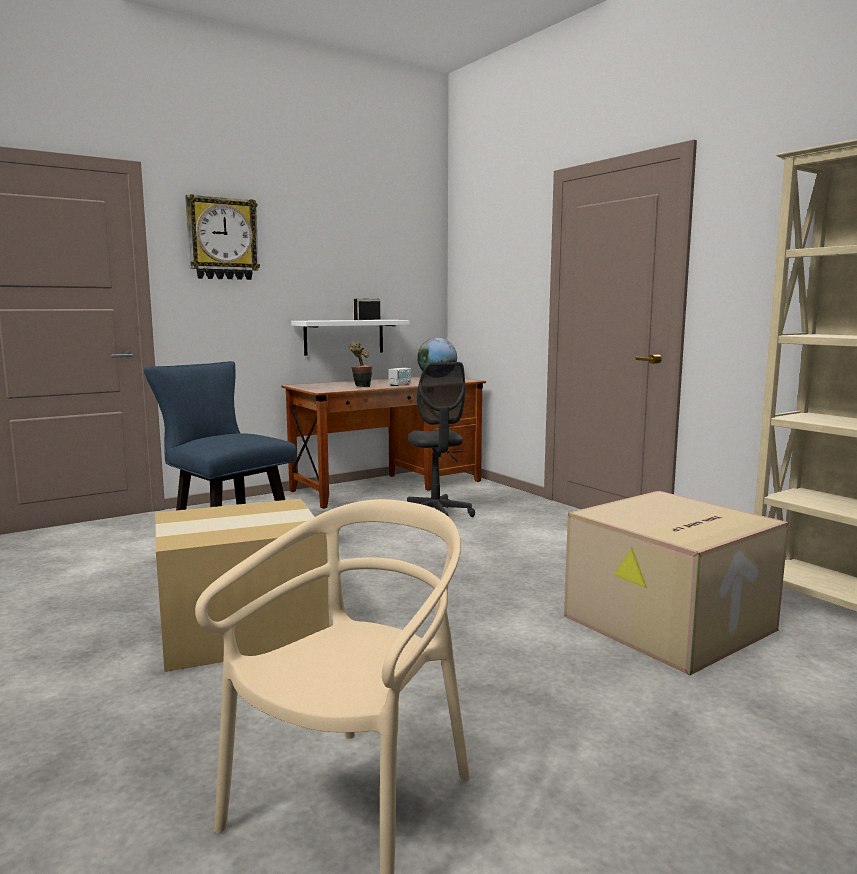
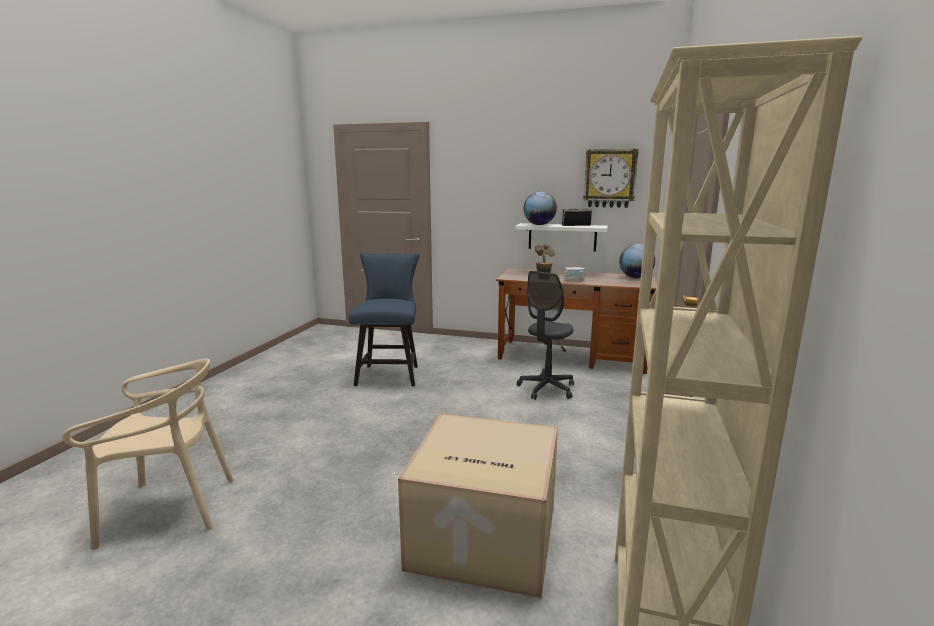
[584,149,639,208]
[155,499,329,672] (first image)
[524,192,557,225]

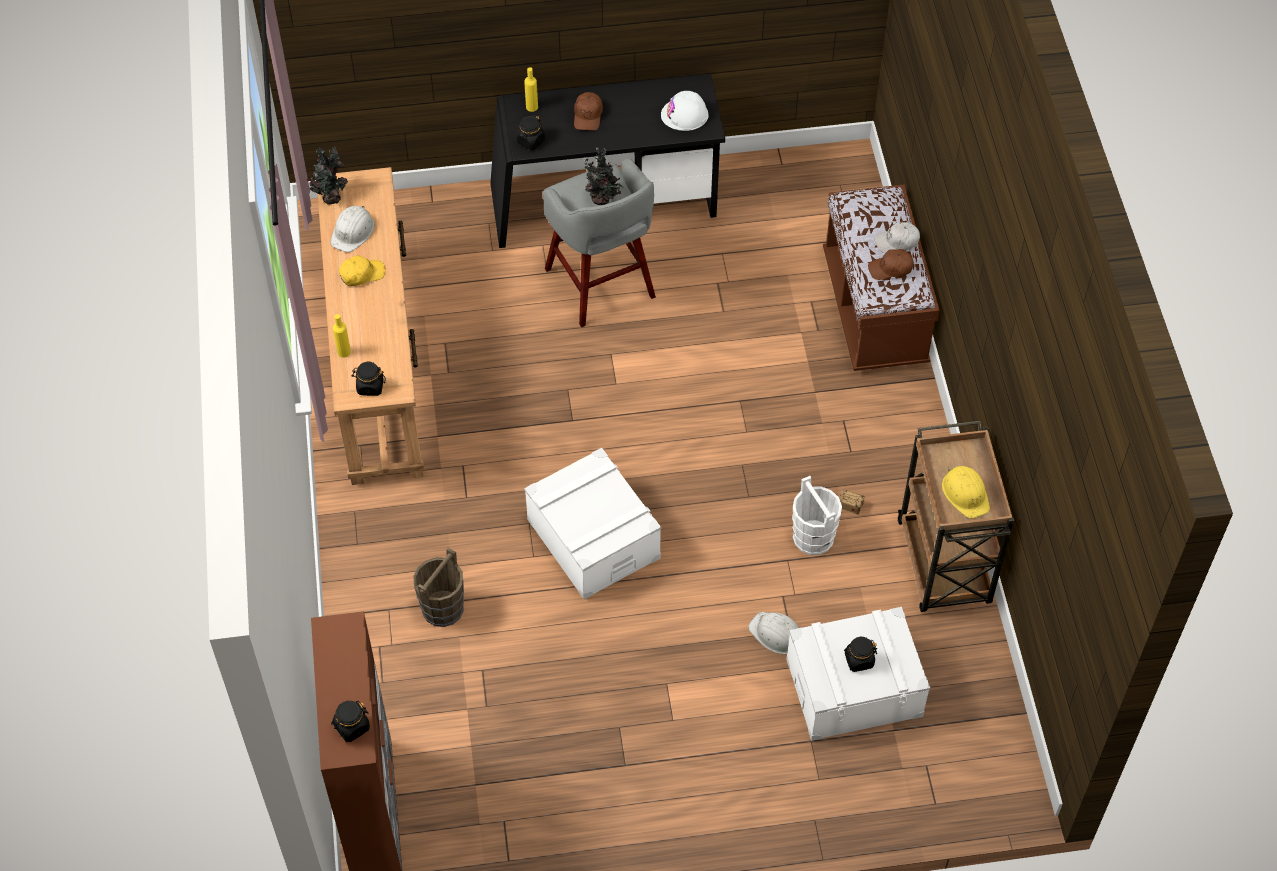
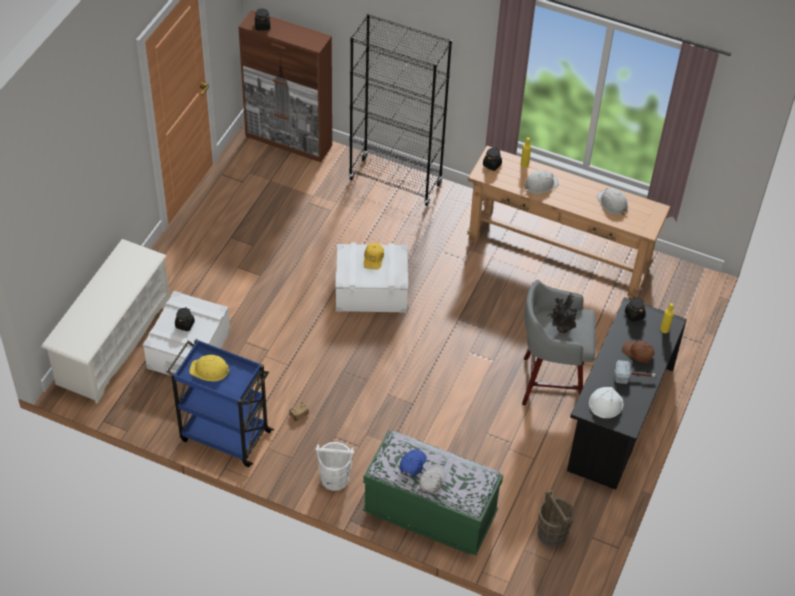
[307,147,348,204] (first image)
[363,431,503,556]
[400,449,426,477]
[364,243,384,270]
[167,339,274,467]
[316,442,354,491]
[537,490,574,547]
[524,170,559,194]
[349,13,452,206]
[41,239,170,404]
[614,360,656,384]

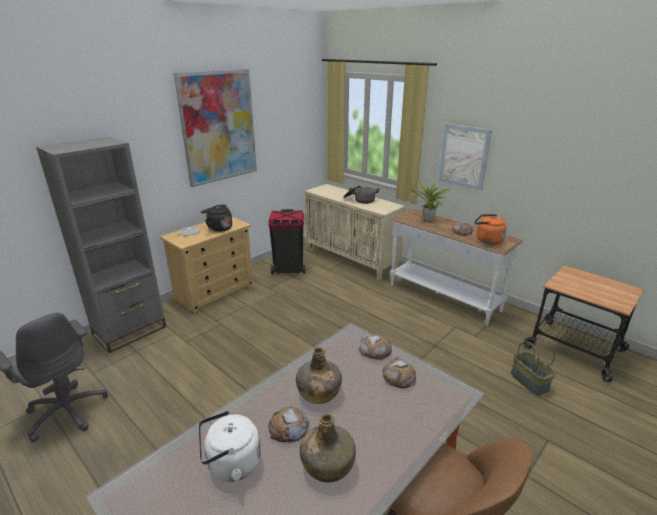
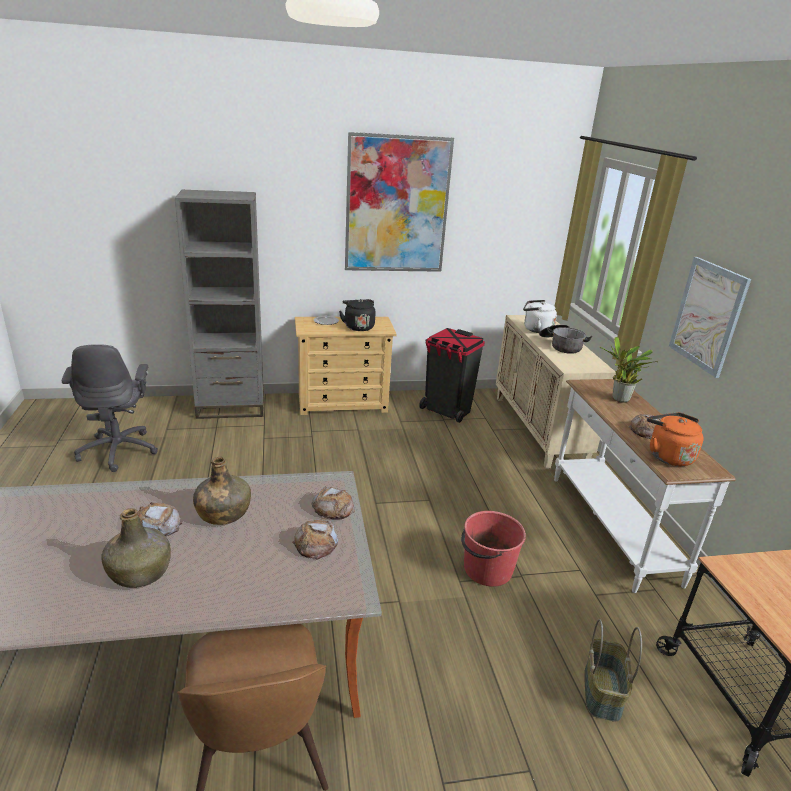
[523,300,557,333]
[461,511,526,587]

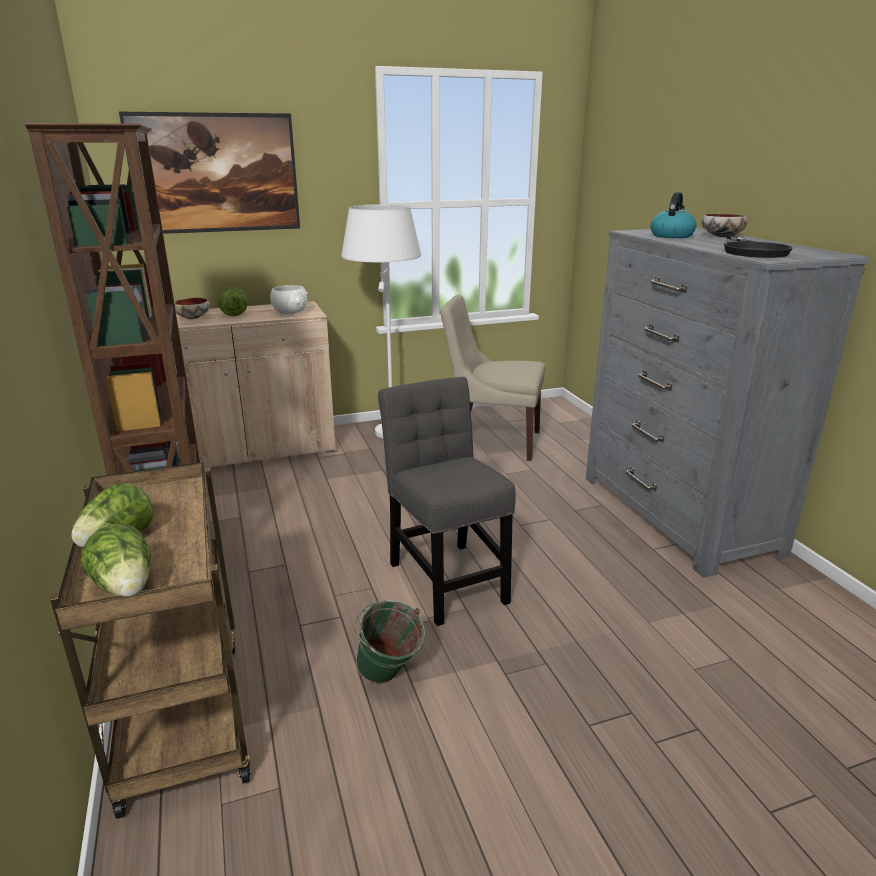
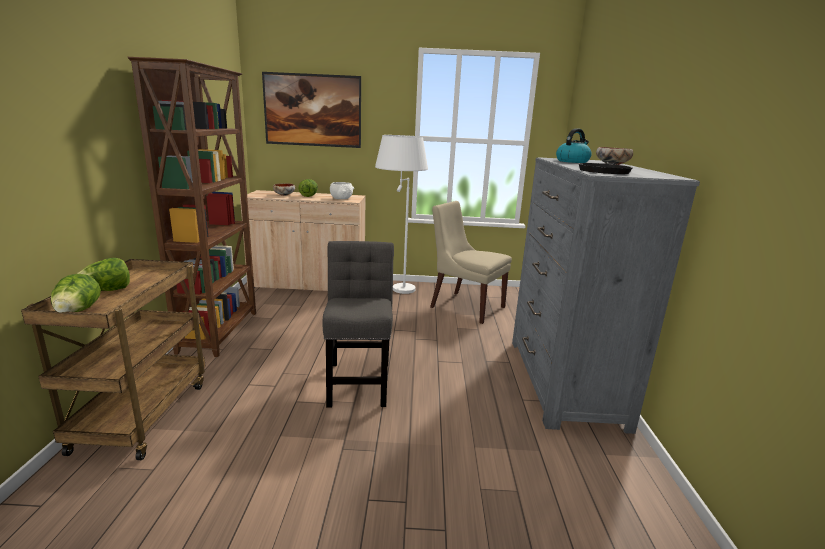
[355,600,425,684] (first image)

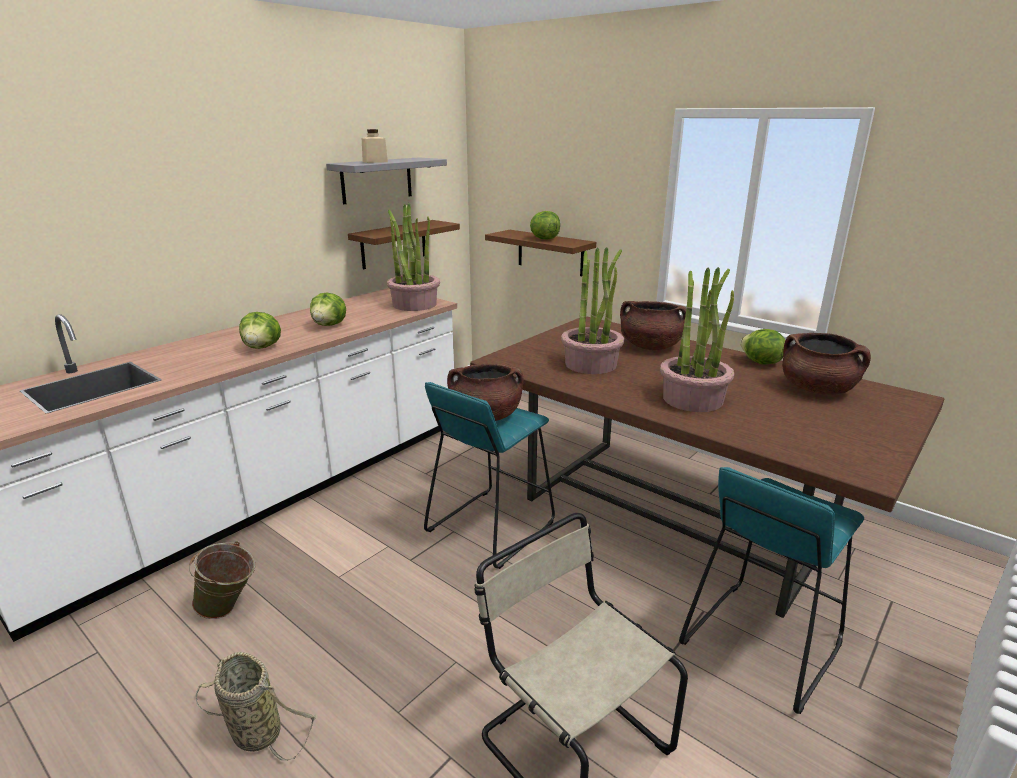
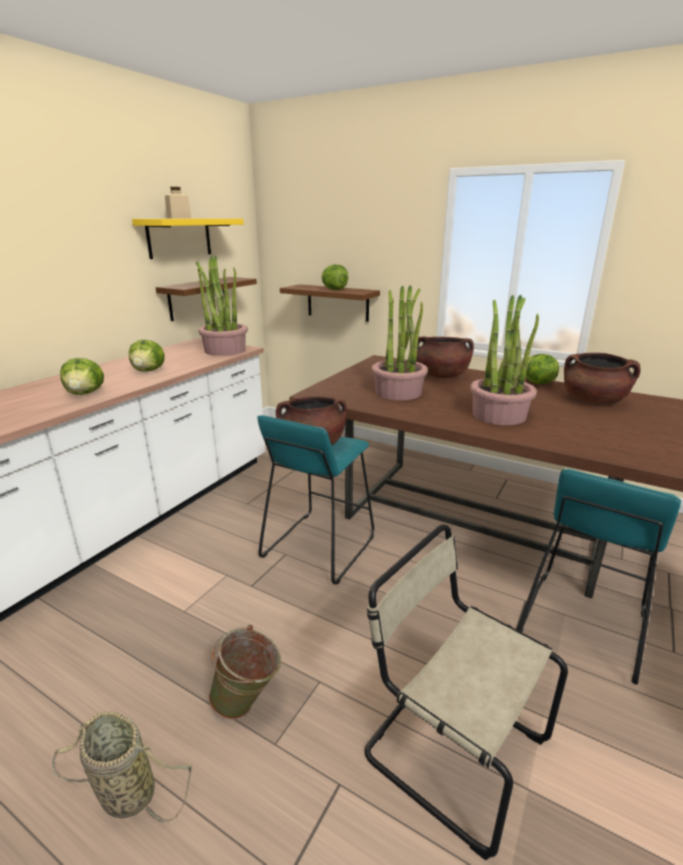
[132,219,244,259]
[208,625,281,720]

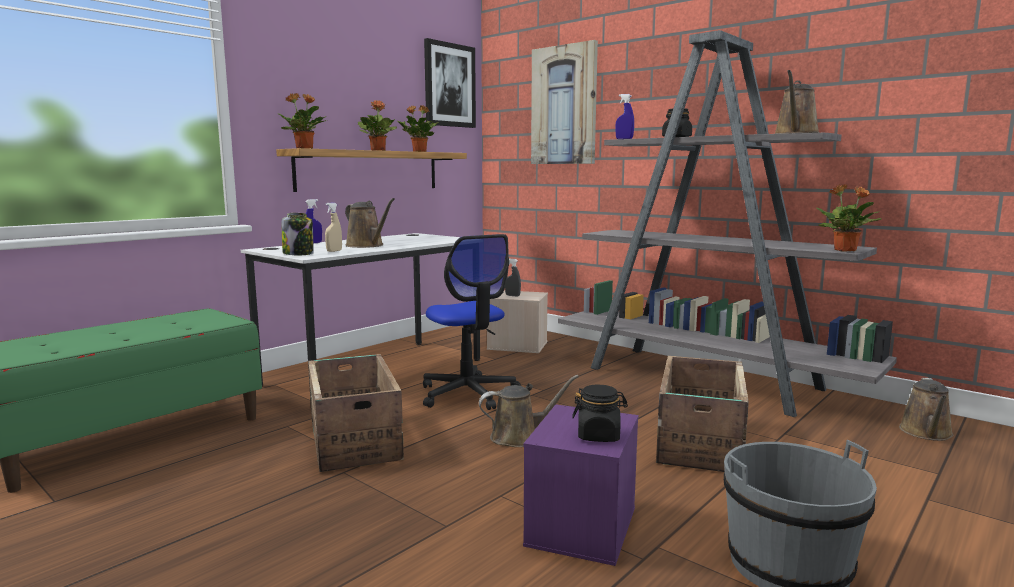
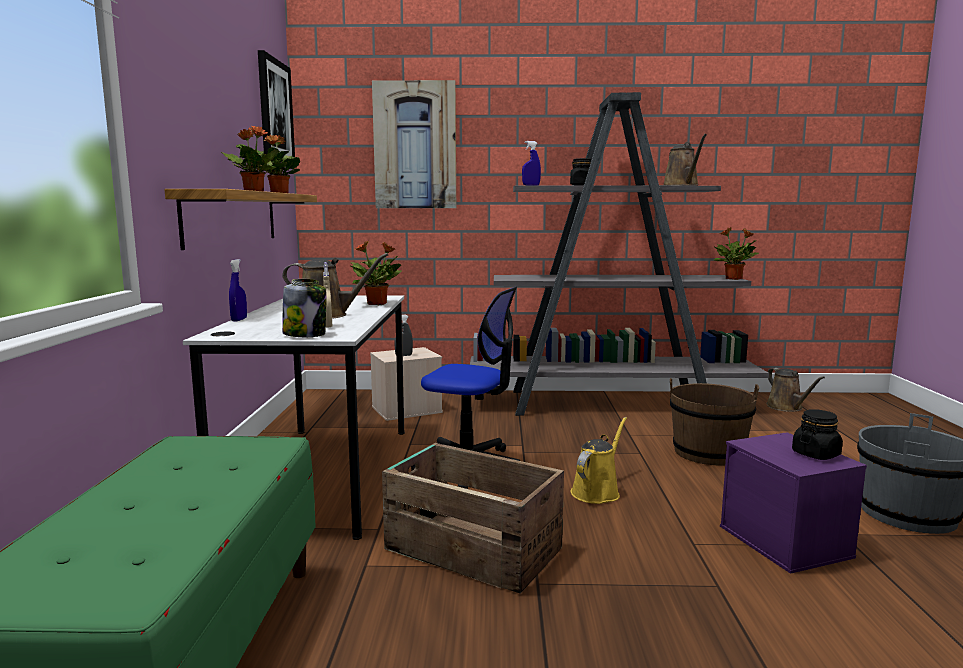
[350,241,402,305]
[670,378,759,466]
[571,417,627,504]

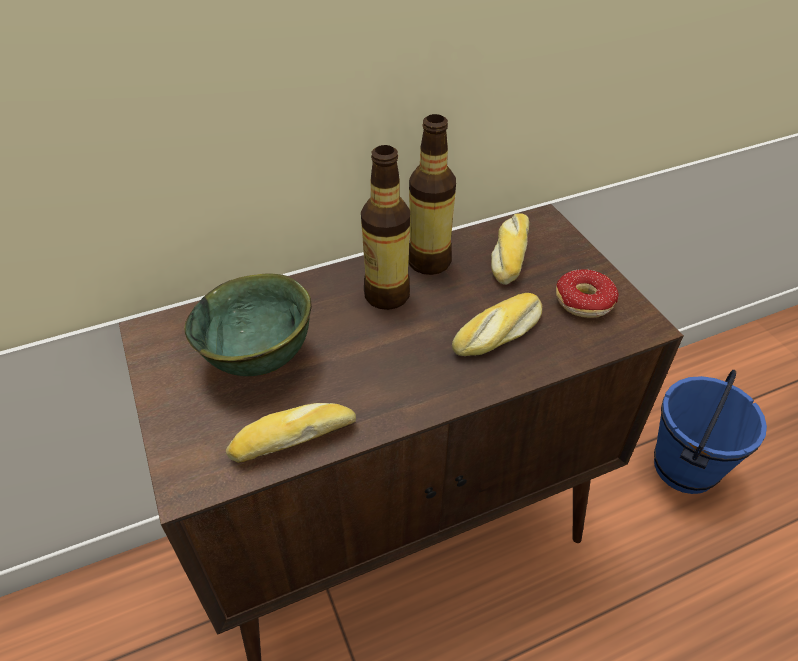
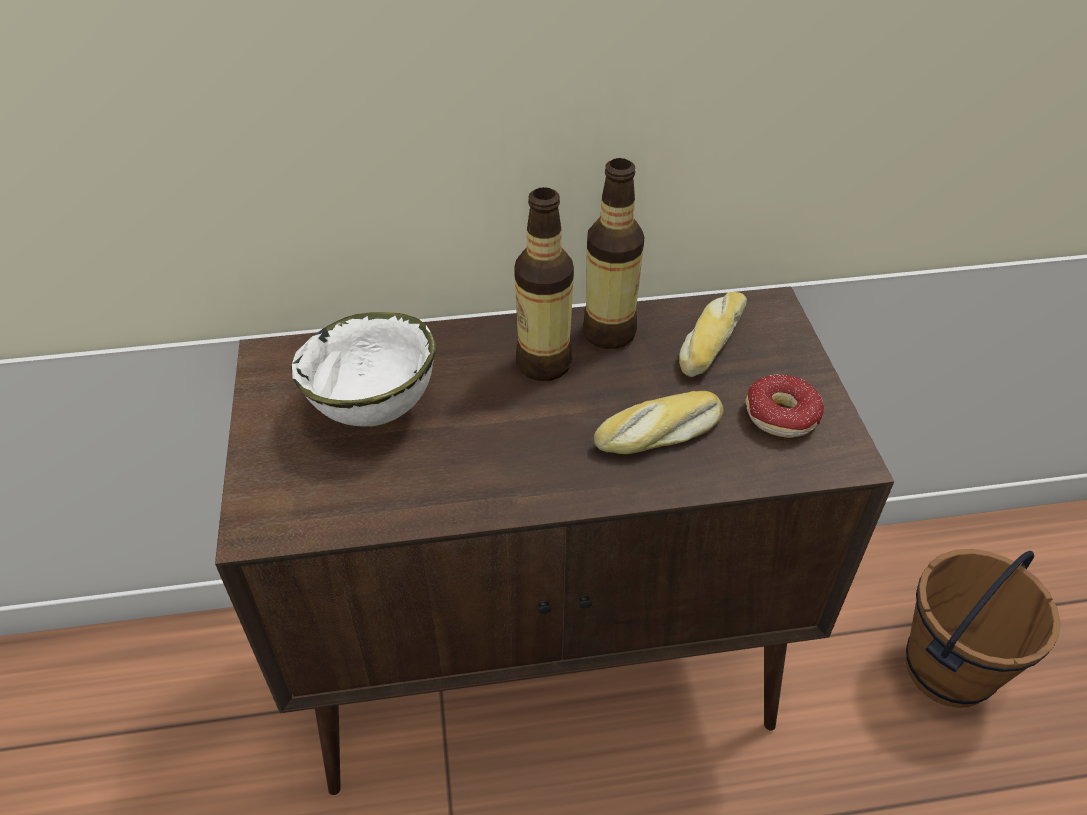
[291,312,436,428]
[906,549,1061,708]
[226,403,356,463] (first image)

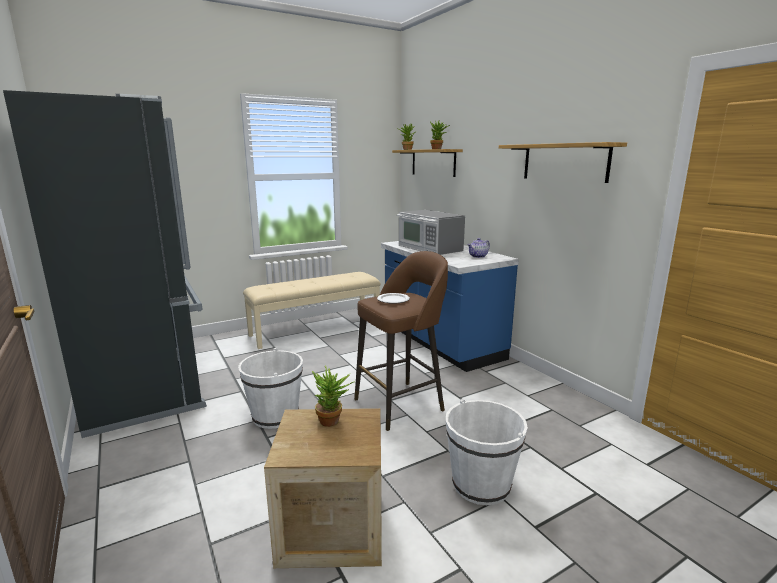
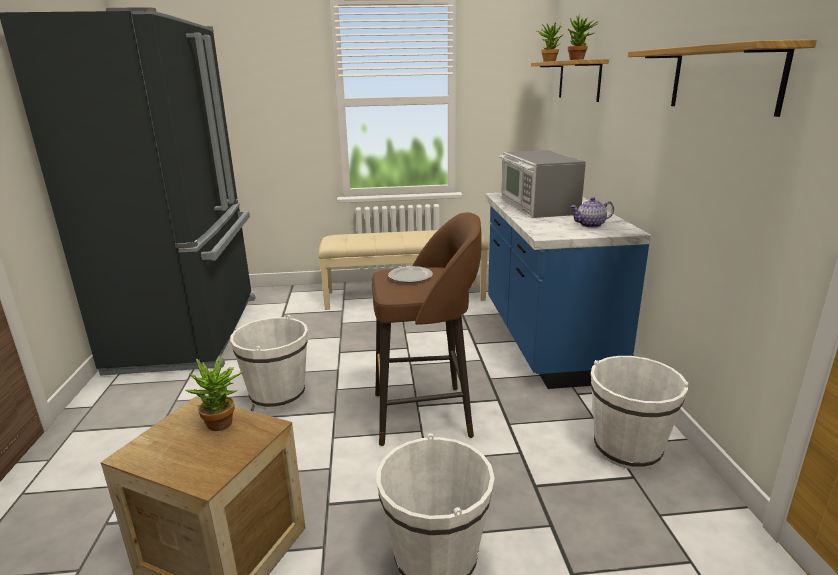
[591,356,688,470]

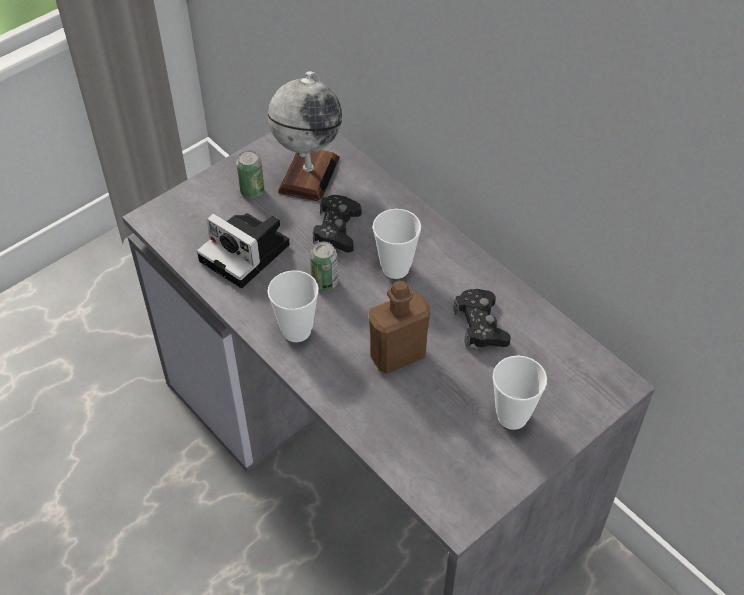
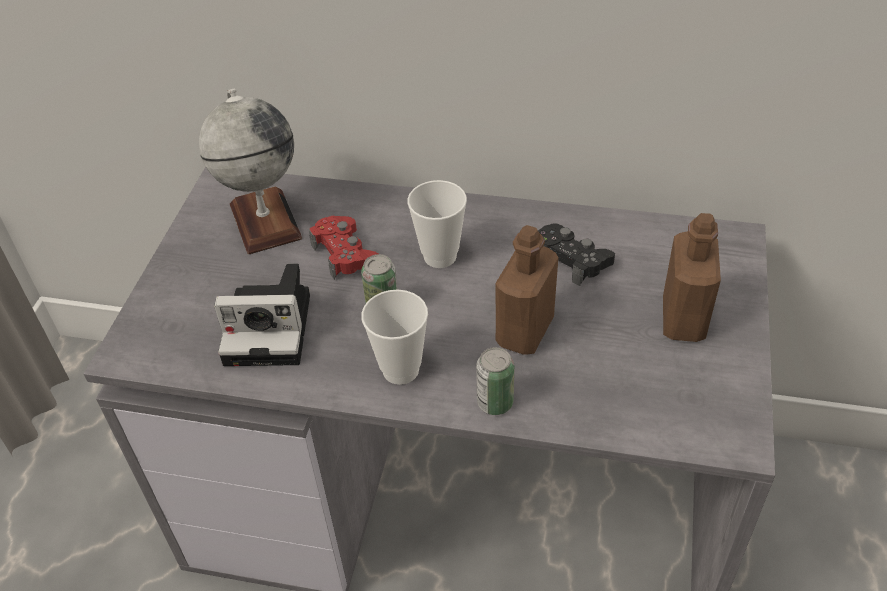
[476,347,514,415]
[309,216,378,279]
[663,213,721,342]

